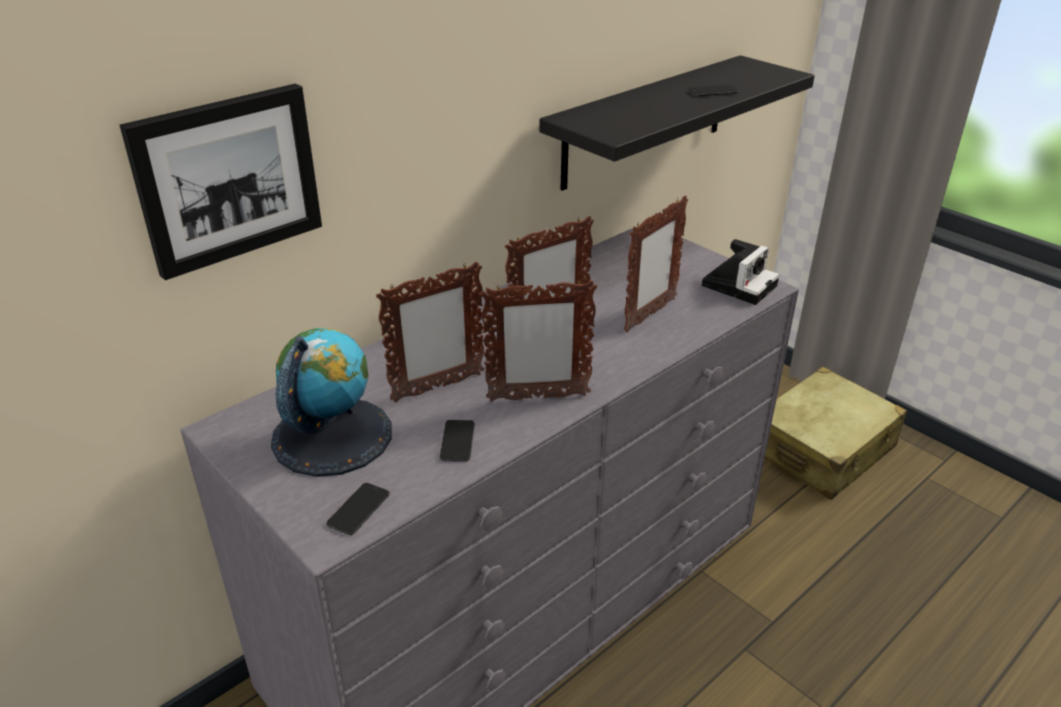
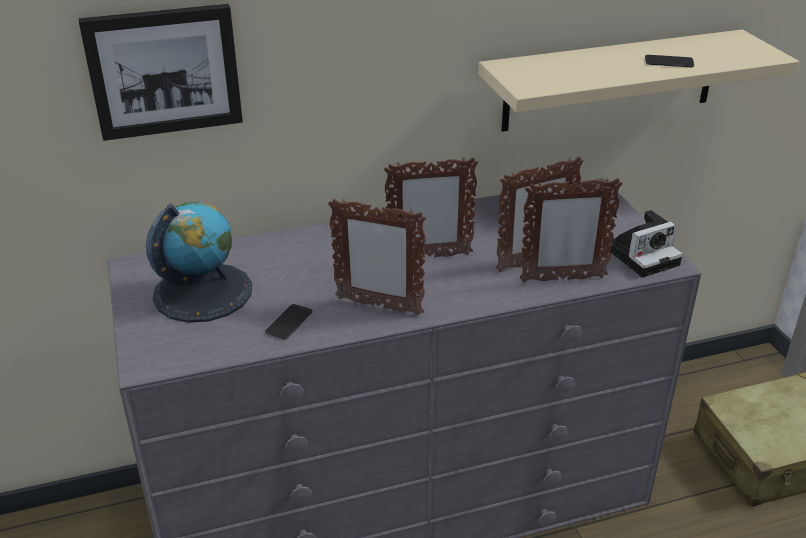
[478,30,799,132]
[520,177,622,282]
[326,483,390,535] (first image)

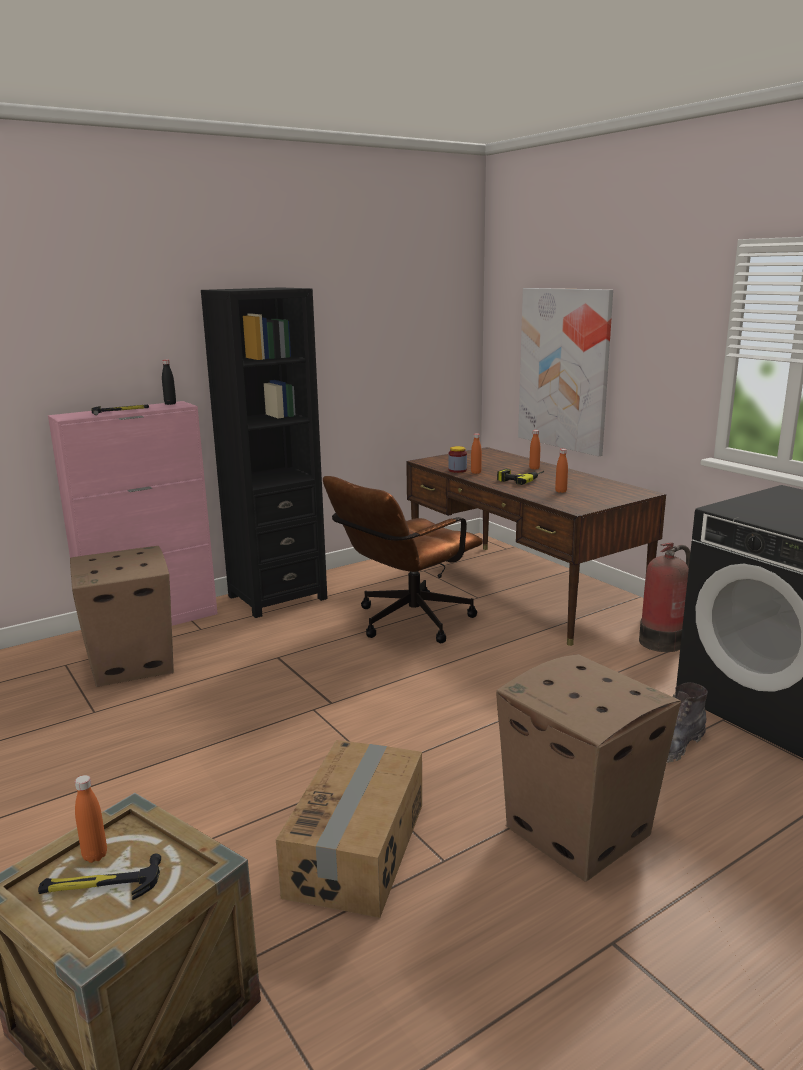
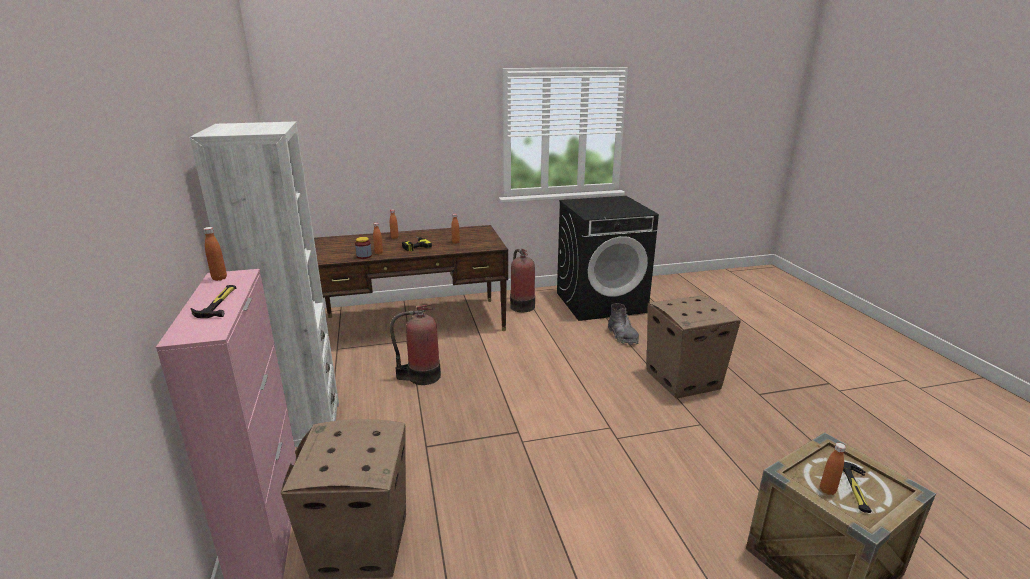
[190,121,339,447]
[518,288,613,456] (first image)
[203,227,227,281]
[390,304,441,385]
[276,740,422,918] (first image)

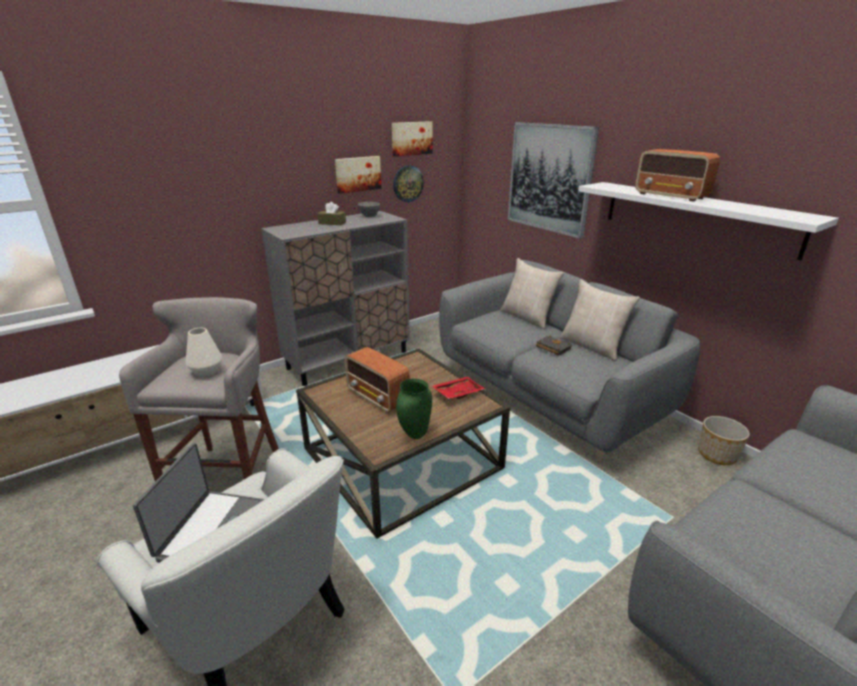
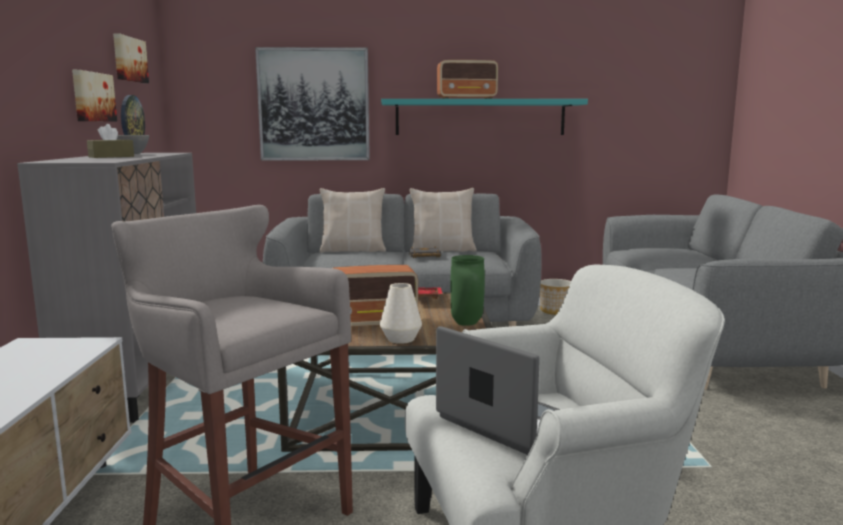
[381,99,588,135]
[380,283,422,344]

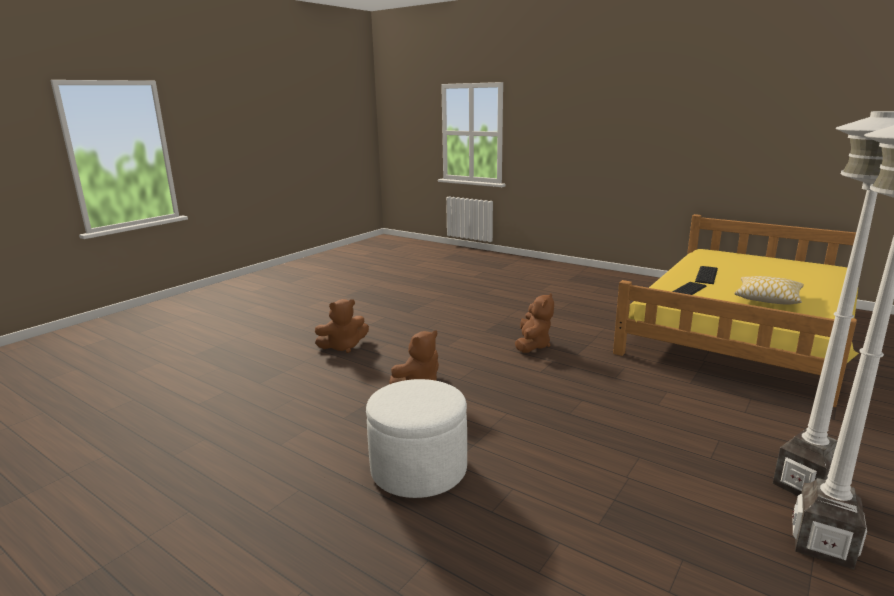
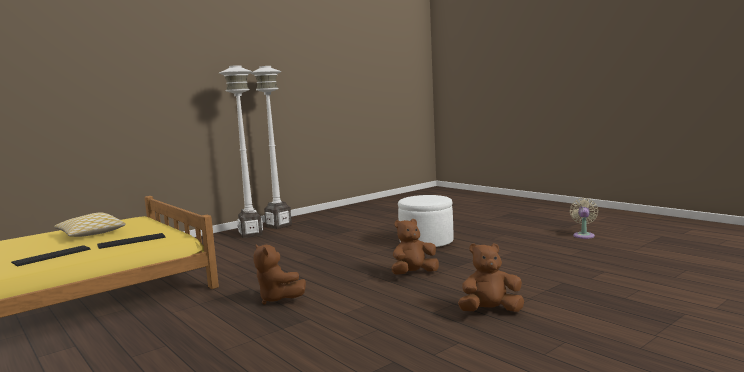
[253,244,306,305]
[570,198,598,239]

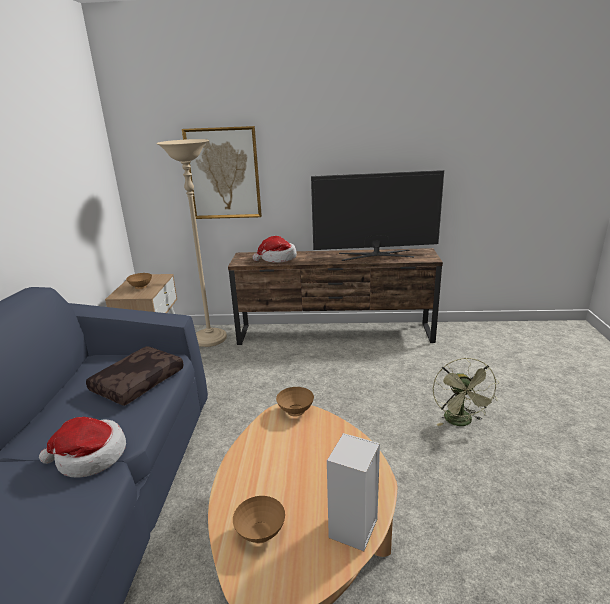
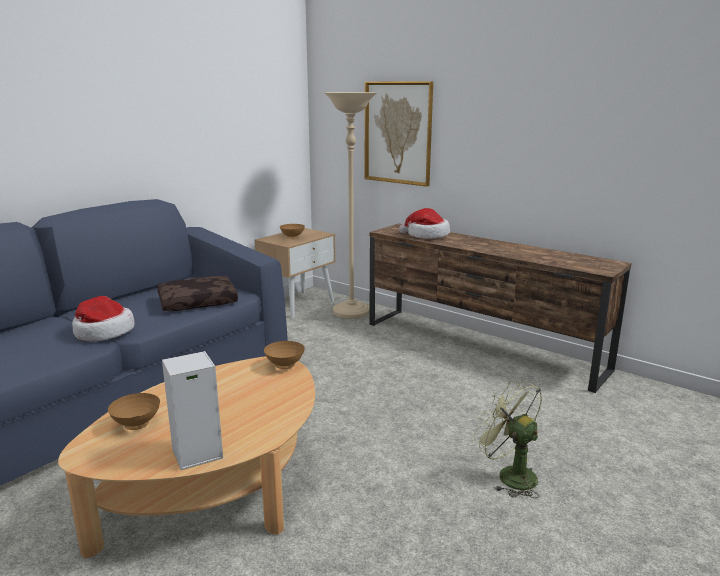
[311,170,444,261] (first image)
[473,380,542,498]

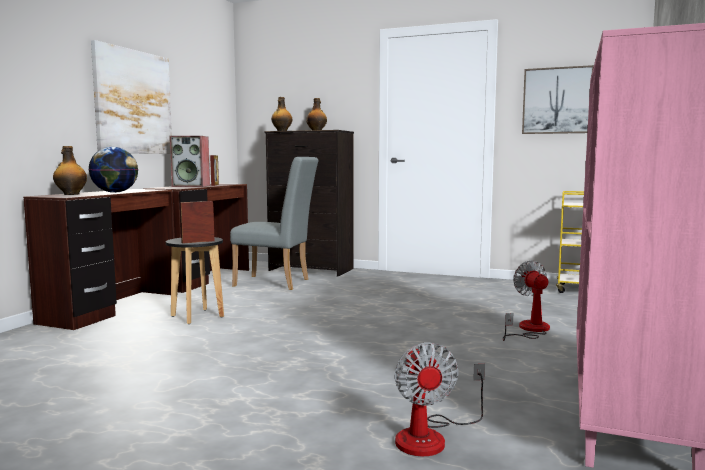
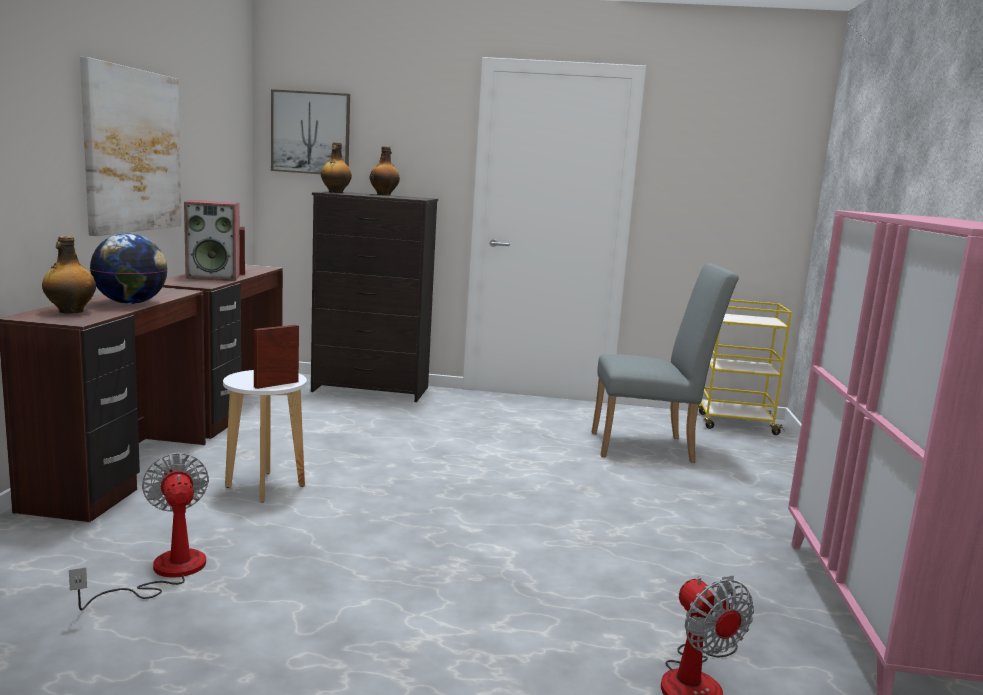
[271,89,350,174]
[592,263,739,463]
[223,370,307,502]
[69,453,209,610]

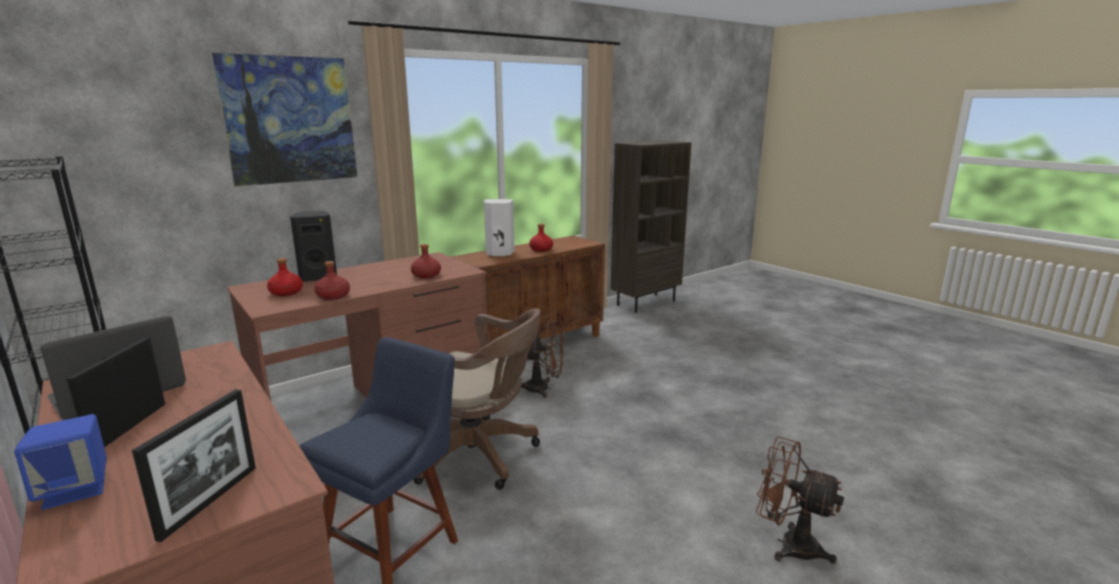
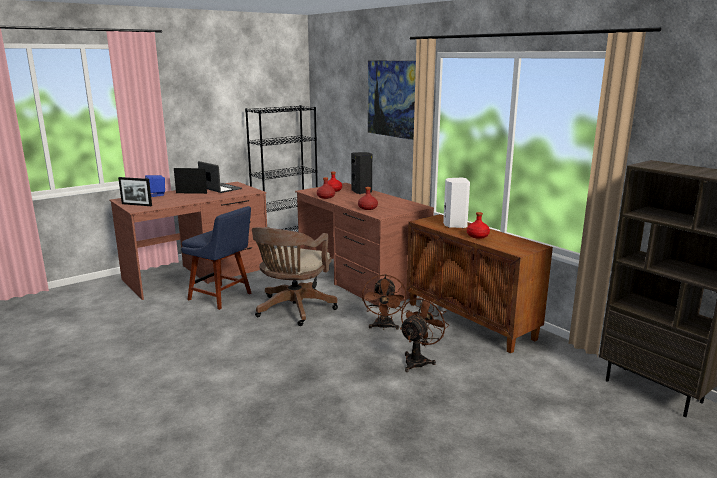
[400,295,449,372]

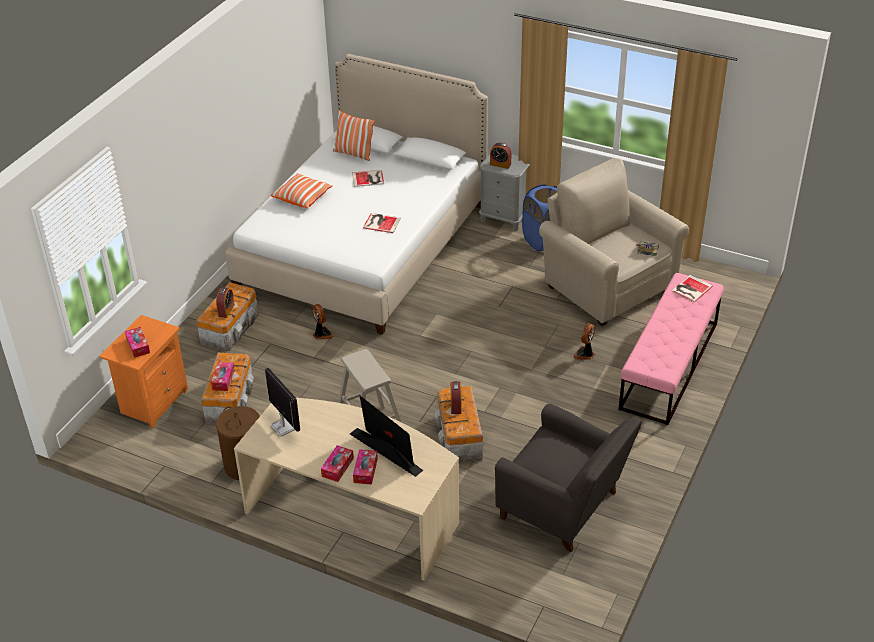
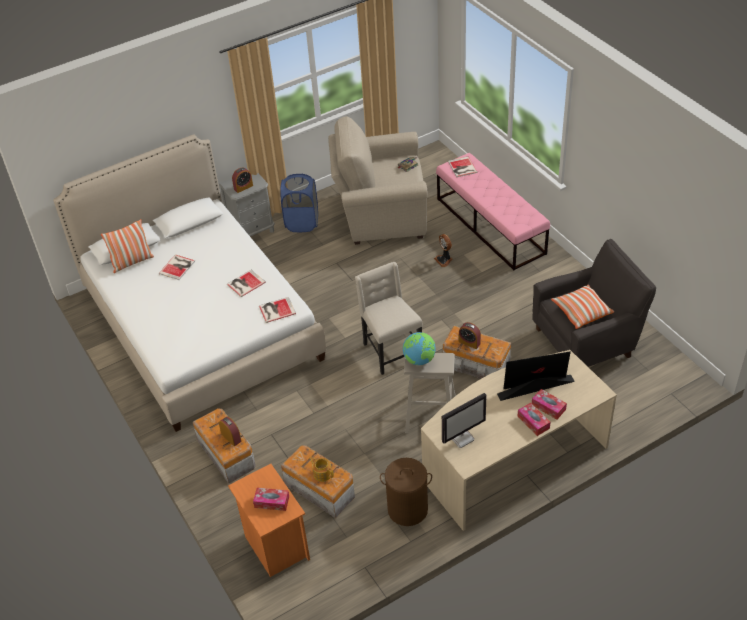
[551,284,614,329]
[312,304,334,340] (first image)
[309,457,334,482]
[442,393,487,448]
[355,262,423,375]
[259,297,296,323]
[403,332,436,365]

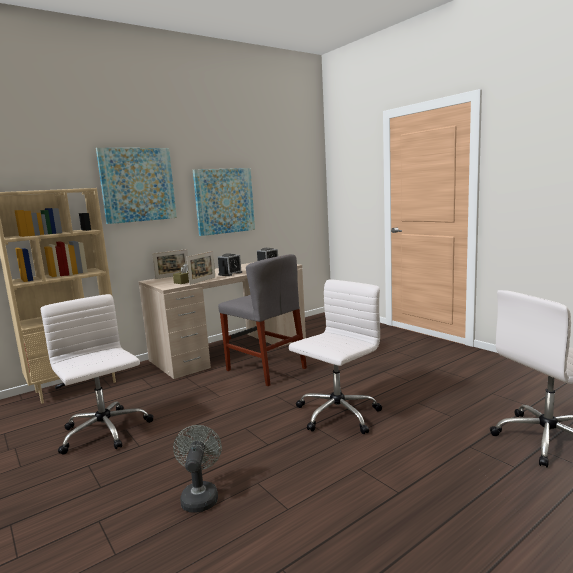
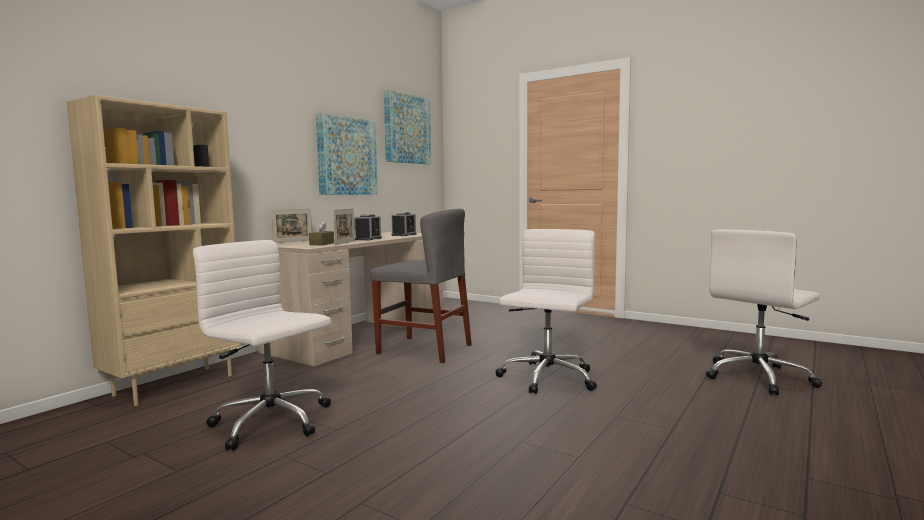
[384,89,431,164]
[173,425,222,512] (first image)

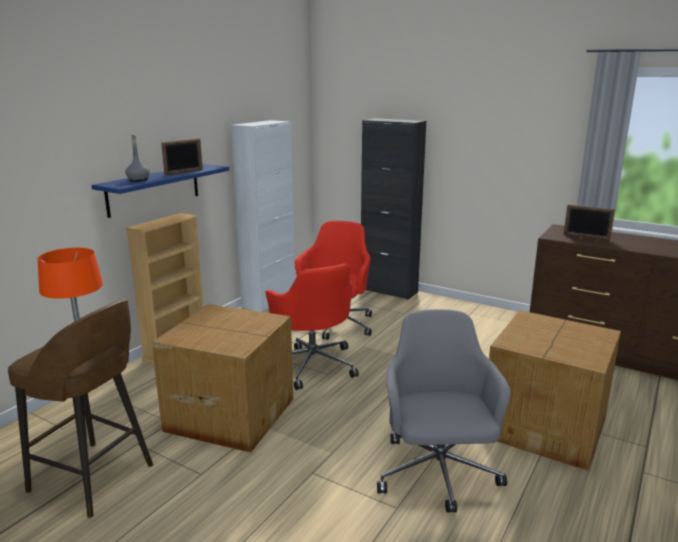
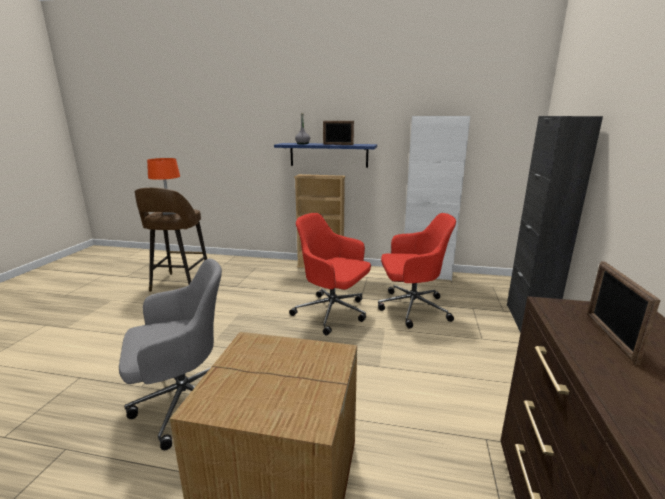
[289,213,371,336]
[152,304,293,453] (first image)

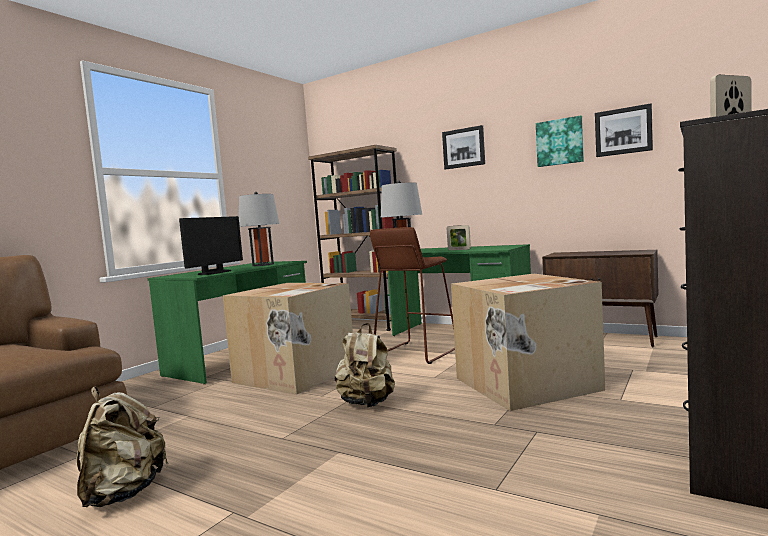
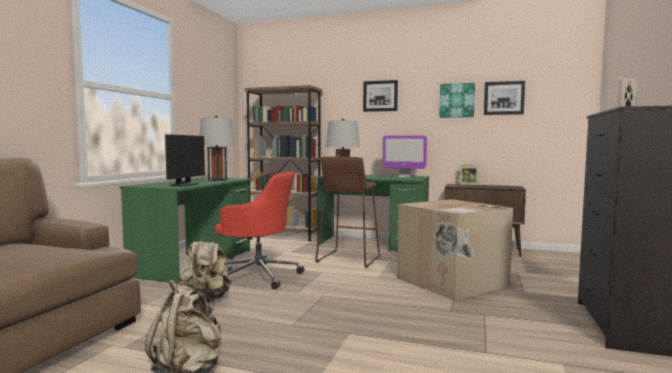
[459,165,479,185]
[215,172,305,289]
[179,234,231,303]
[382,135,427,178]

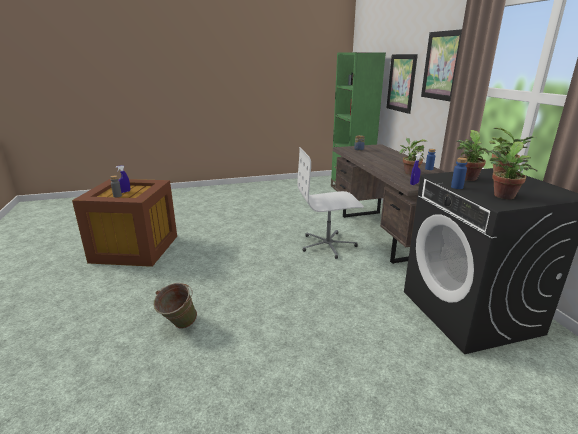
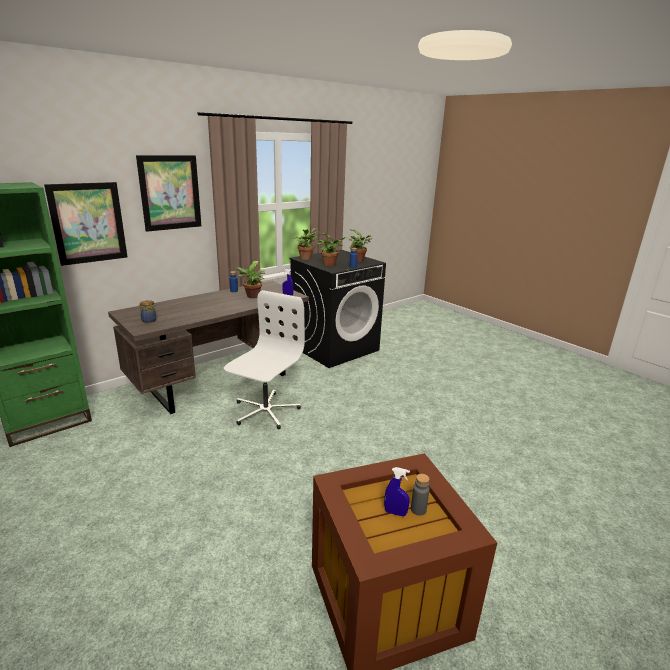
[224,290,305,429]
[154,283,197,329] (first image)

